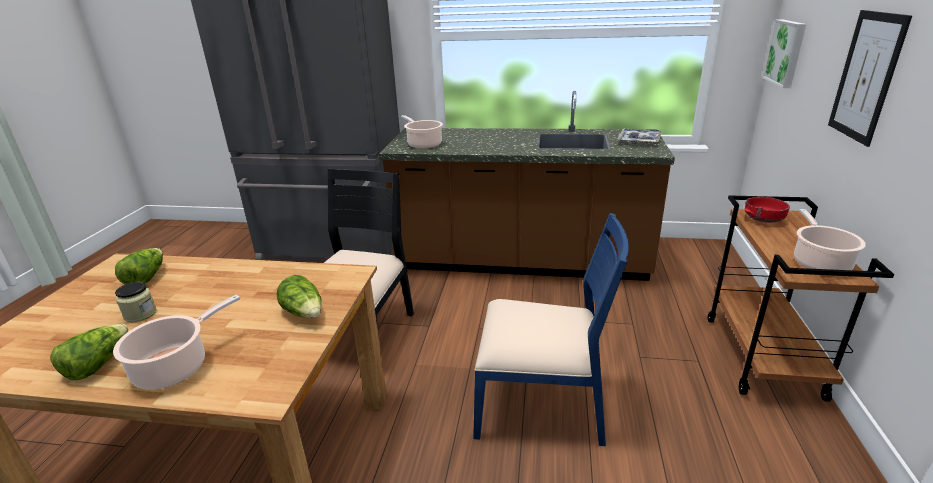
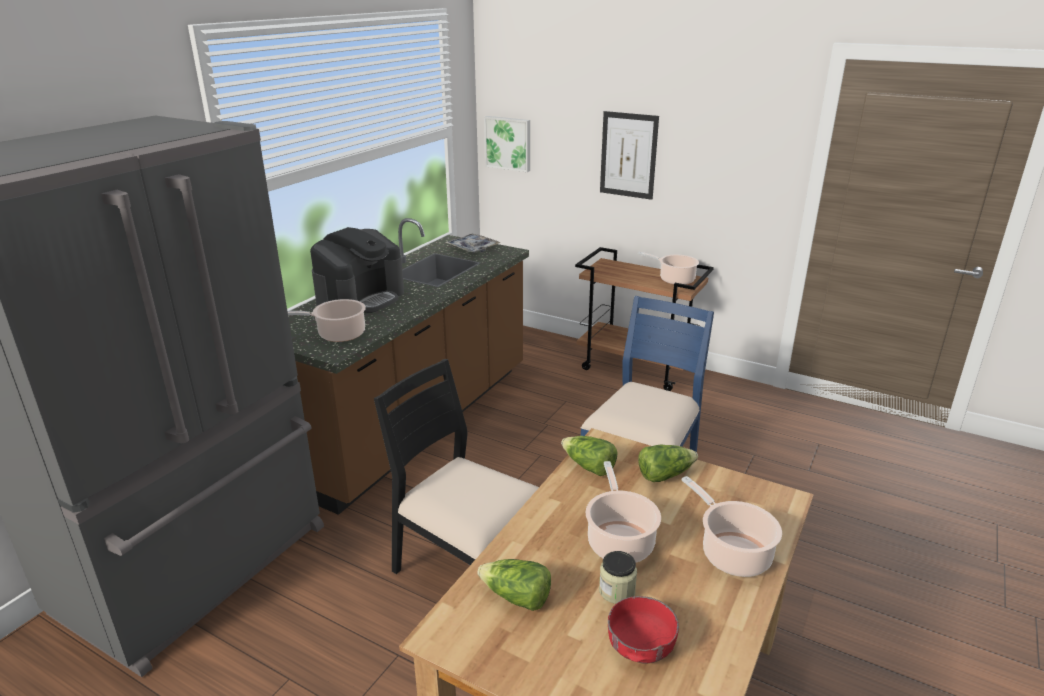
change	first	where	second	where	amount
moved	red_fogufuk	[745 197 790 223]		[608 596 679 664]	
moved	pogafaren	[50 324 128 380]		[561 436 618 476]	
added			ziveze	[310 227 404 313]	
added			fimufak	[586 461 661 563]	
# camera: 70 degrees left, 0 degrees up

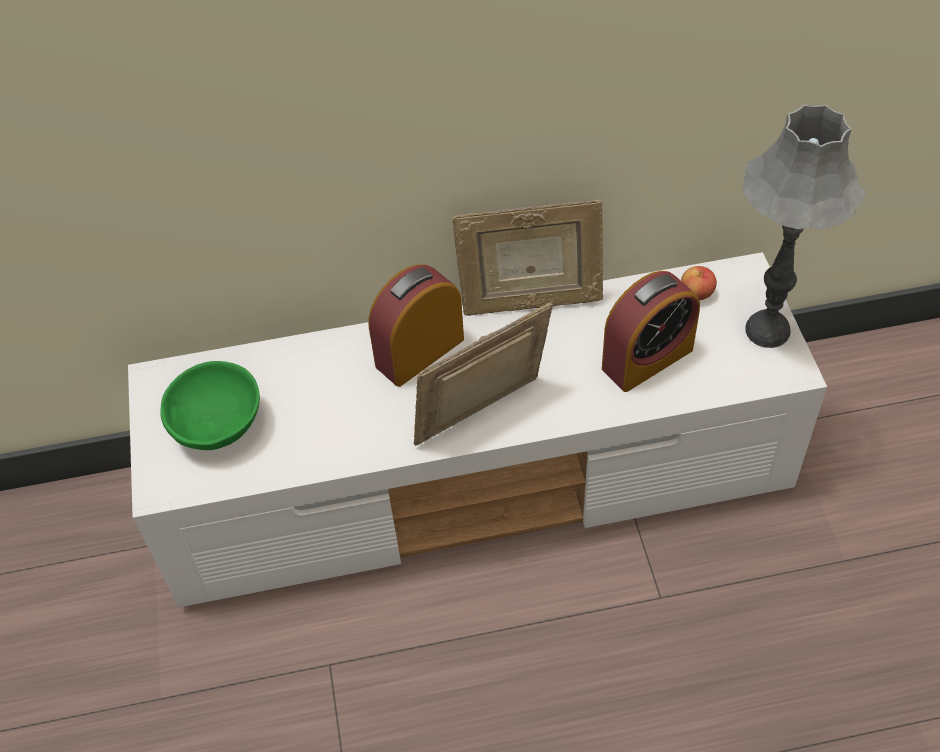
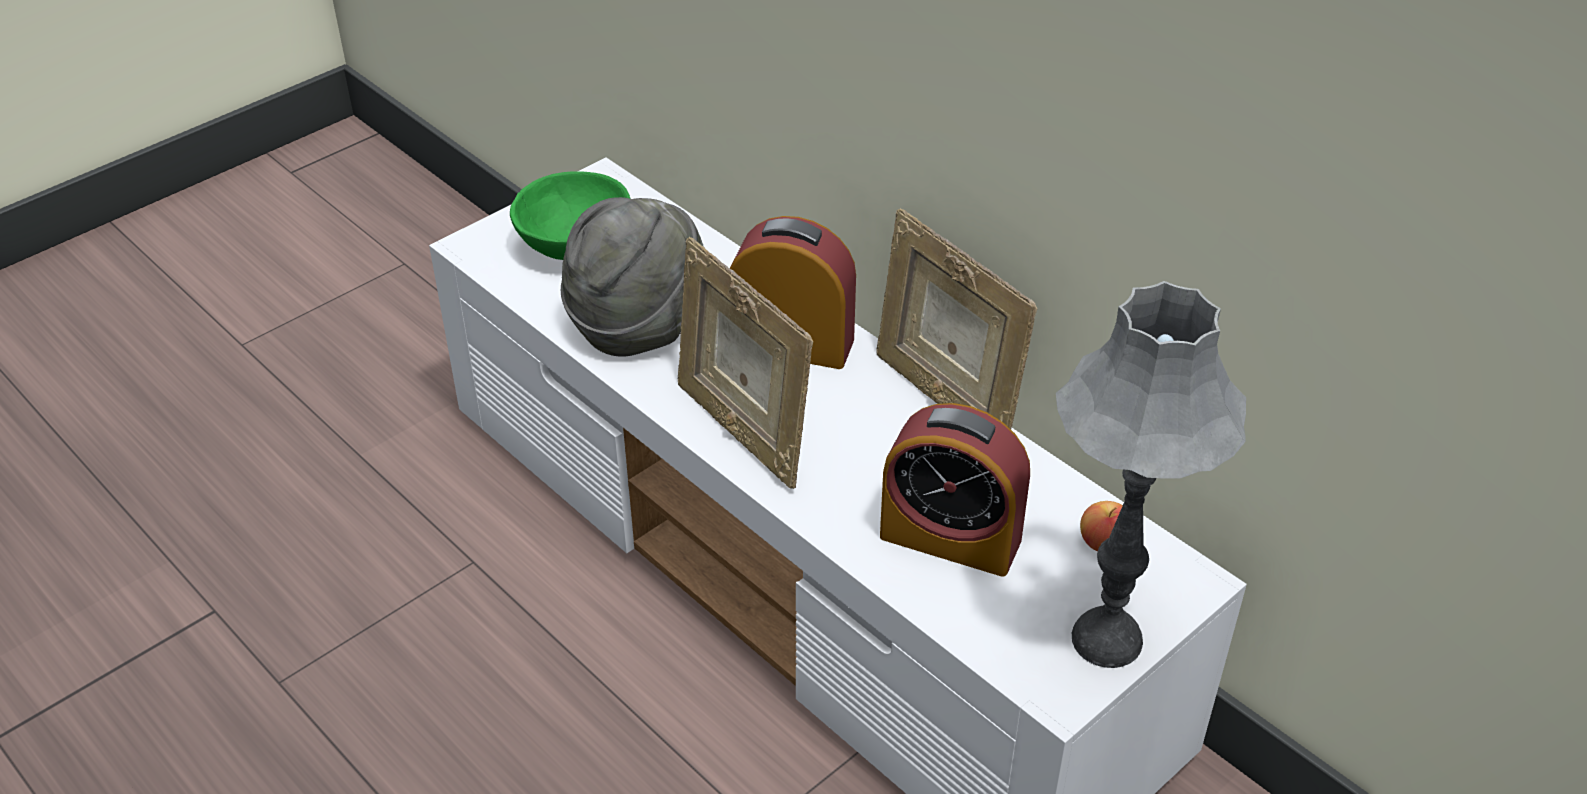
change	first	where	second	where	amount
turned	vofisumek	[414 303 553 446]		[678 237 813 489]	150 degrees counterclockwise
added			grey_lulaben	[561 197 703 356]	
# camera: 55 degrees right, 10 degrees down

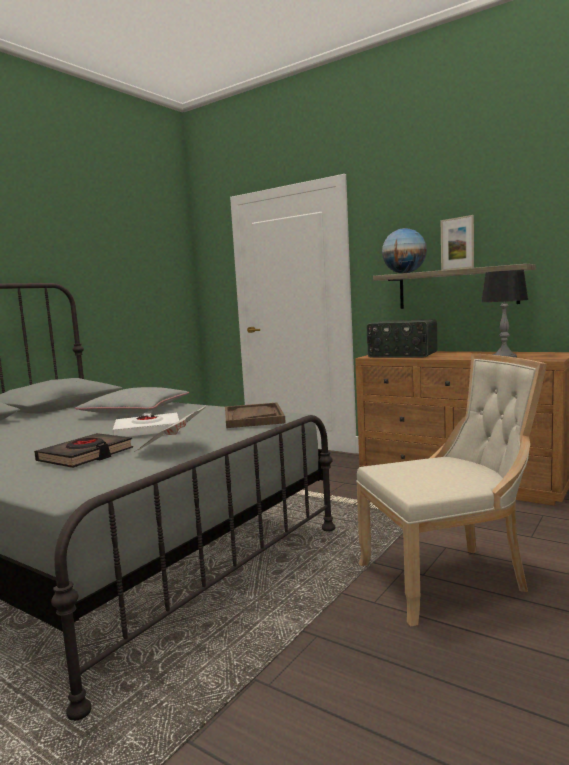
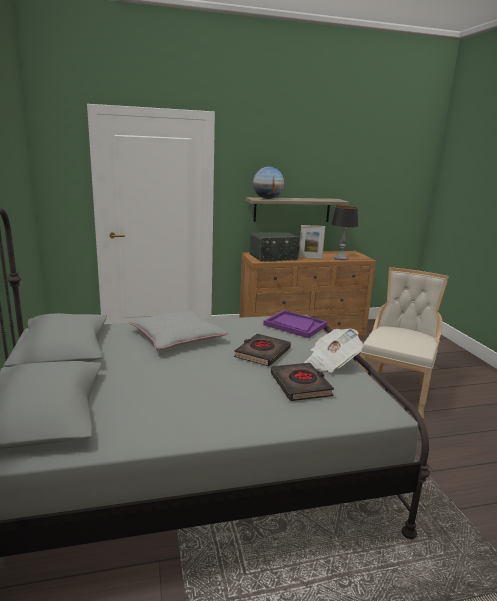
change	first	where	second	where	amount
moved	vofisumek	[441 215 474 270]		[299 225 325 259]	
recoloured	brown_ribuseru	[225 402 286 428]	purple_ribuseru	[263 310 327 338]	
recoloured	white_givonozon	[113 413 180 437]	black_givonozon	[234 334 291 366]	
# camera: 50 degrees left, 10 degrees up

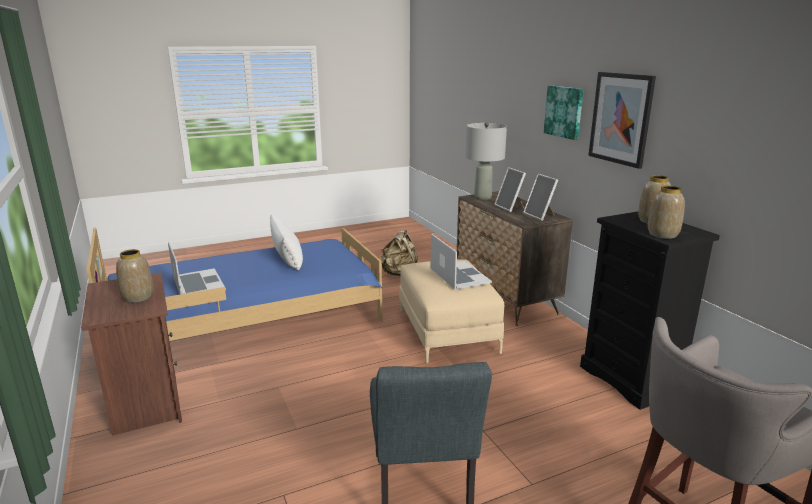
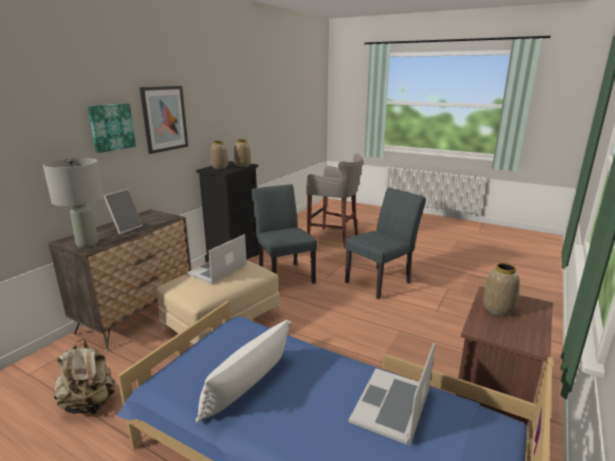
change	first	where	second	where	amount
removed	vofisumek	[523 174 558 221]			
added			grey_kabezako	[251 184 317 284]	
# camera: 125 degrees left, 0 degrees up

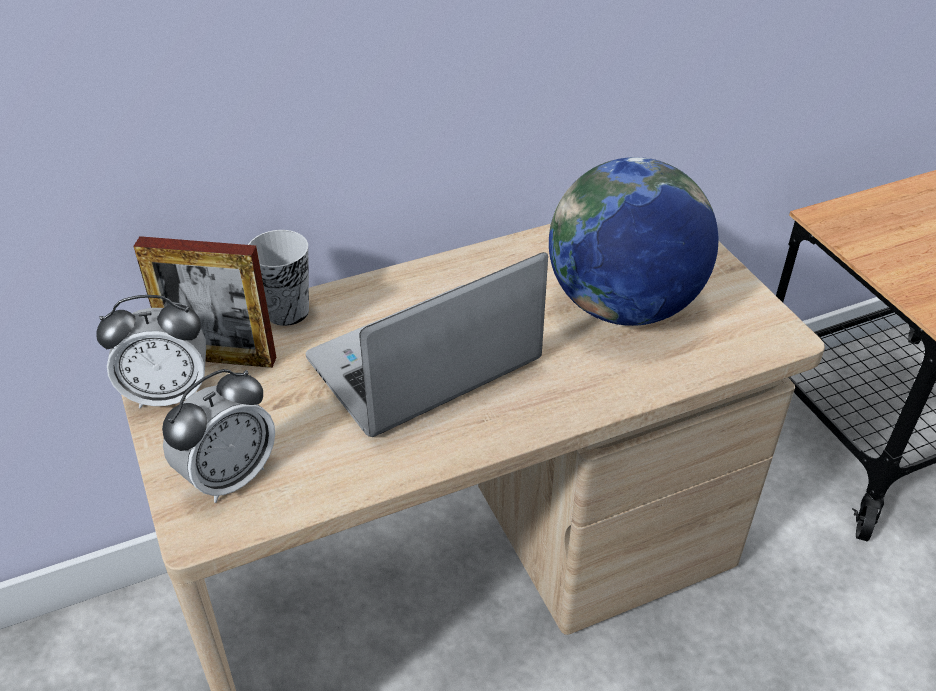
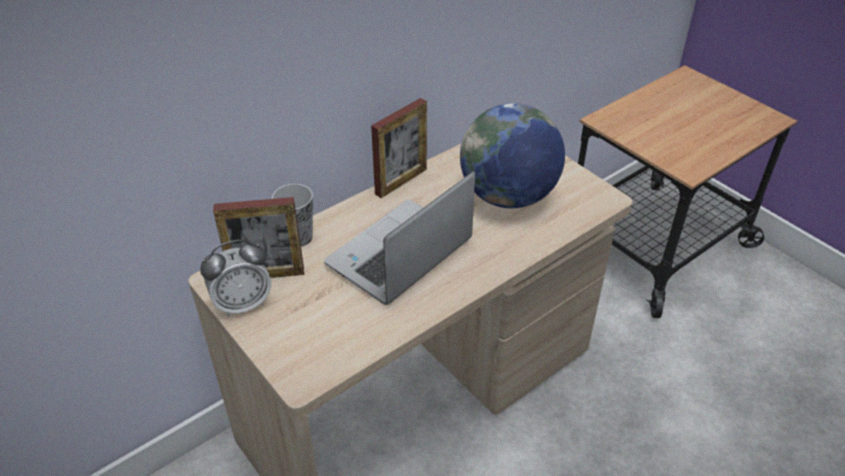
change	first	where	second	where	amount
removed	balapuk	[162 369 275 503]			
added			vofisumek	[371 98 427 198]	
# camera: 15 degrees left, 0 degrees up

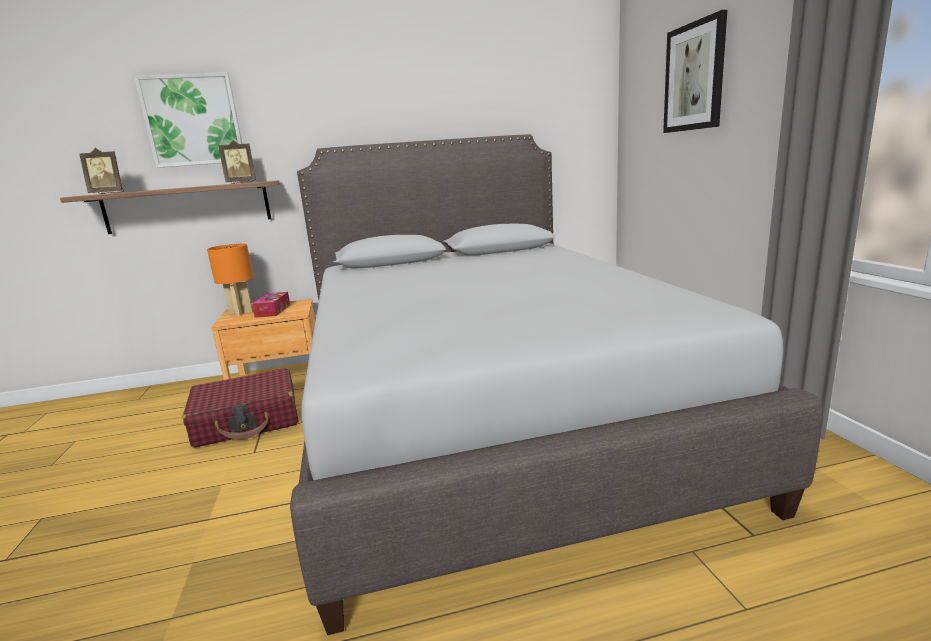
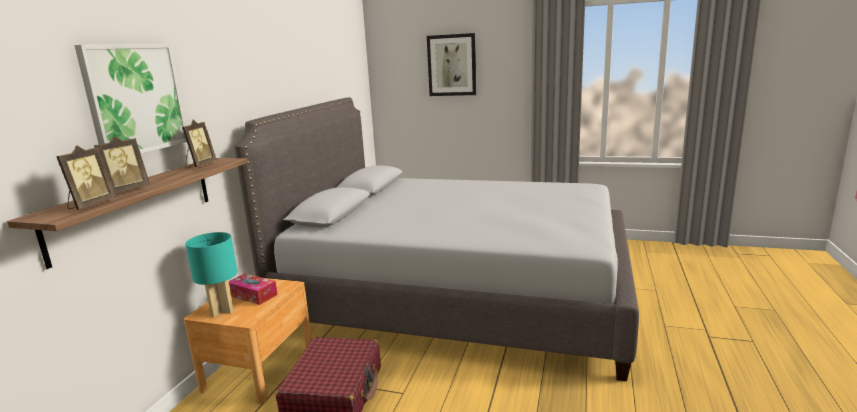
change	first	where	second	where	amount
recoloured	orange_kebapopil	[207 244 254 316]	turquoise_kebapopil	[185 232 237 317]	
added			vofisumek	[94 136 150 193]	
# camera: 60 degrees left, 0 degrees up

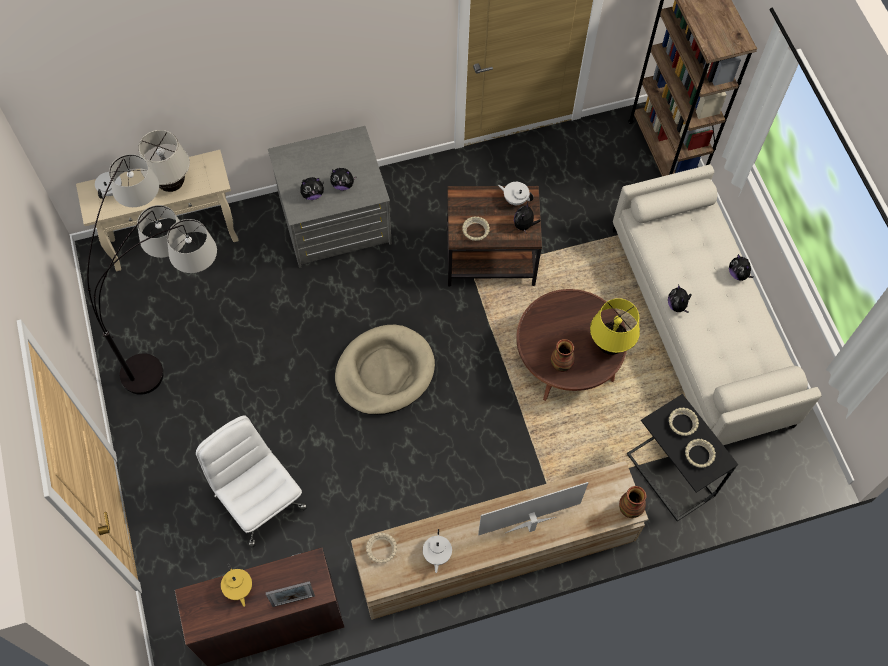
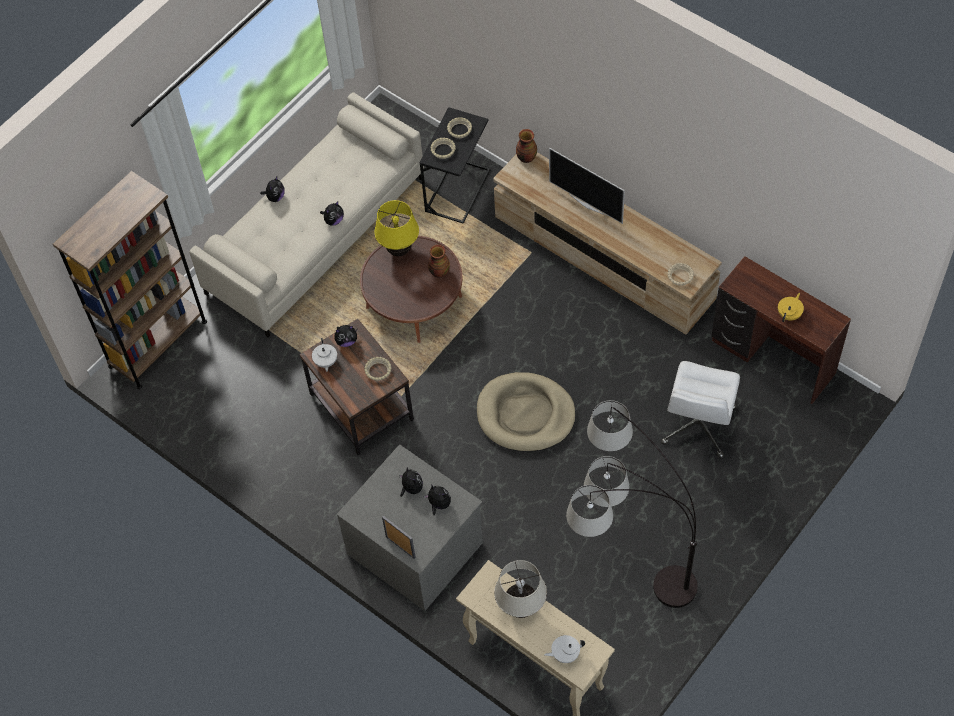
change	first	where	second	where	amount
removed	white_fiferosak	[423 529 452 573]			
moved	vofisumek	[266 581 315 607]		[382 516 416 559]	
# camera: 120 degrees left, 5 degrees down

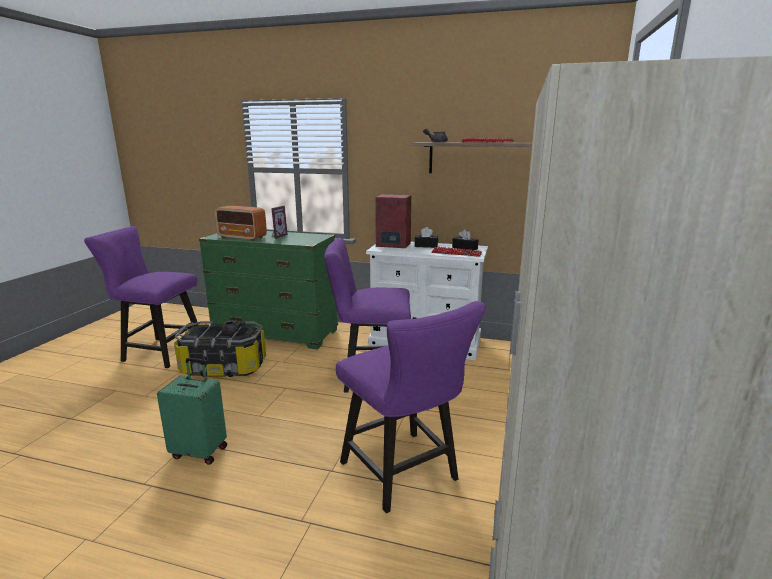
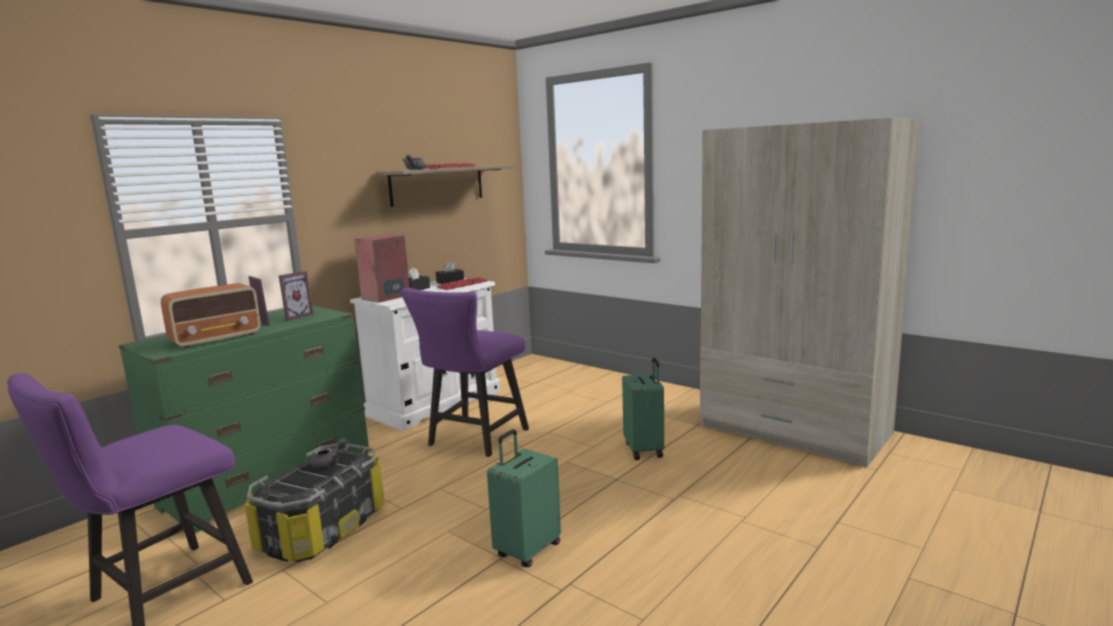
change	first	where	second	where	amount
replaced	purple_kabezako	[336 301 486 513]	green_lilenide	[622 358 664 460]	
added			vofisumek	[279 271 314 321]	
# camera: 65 degrees left, 5 degrees down

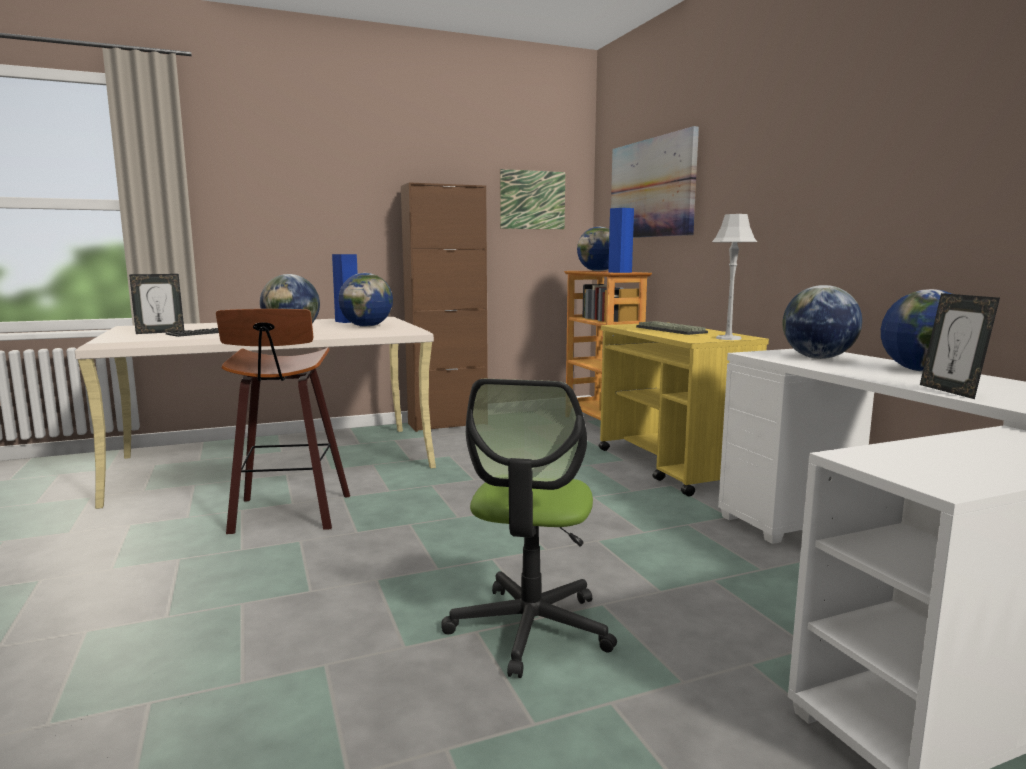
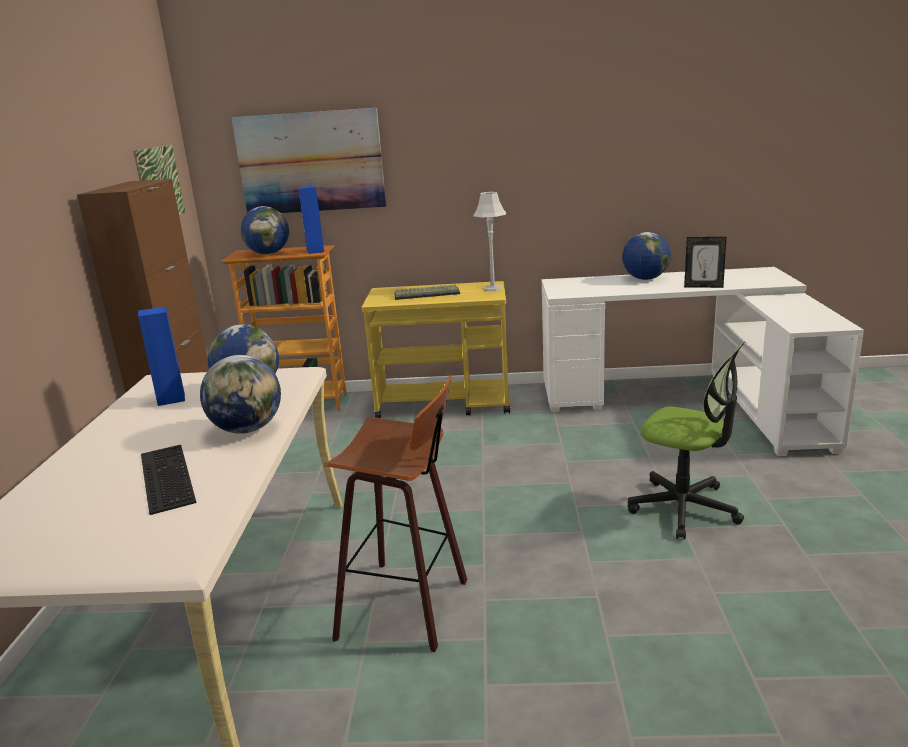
change	first	where	second	where	amount
removed	vofisumek	[129 274 184 334]			
removed	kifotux	[783 285 862 359]			
# camera: 65 degrees left, 10 degrees up

